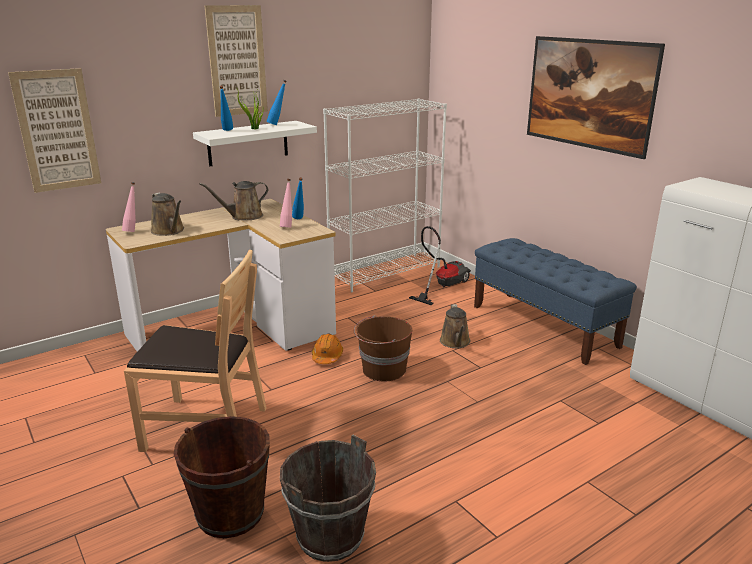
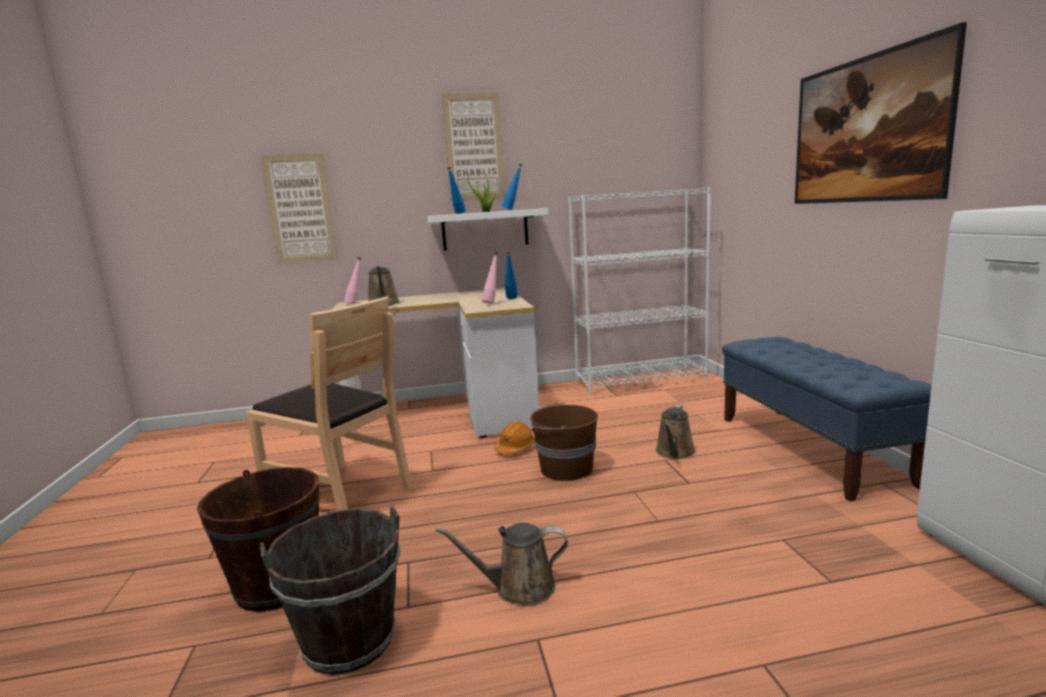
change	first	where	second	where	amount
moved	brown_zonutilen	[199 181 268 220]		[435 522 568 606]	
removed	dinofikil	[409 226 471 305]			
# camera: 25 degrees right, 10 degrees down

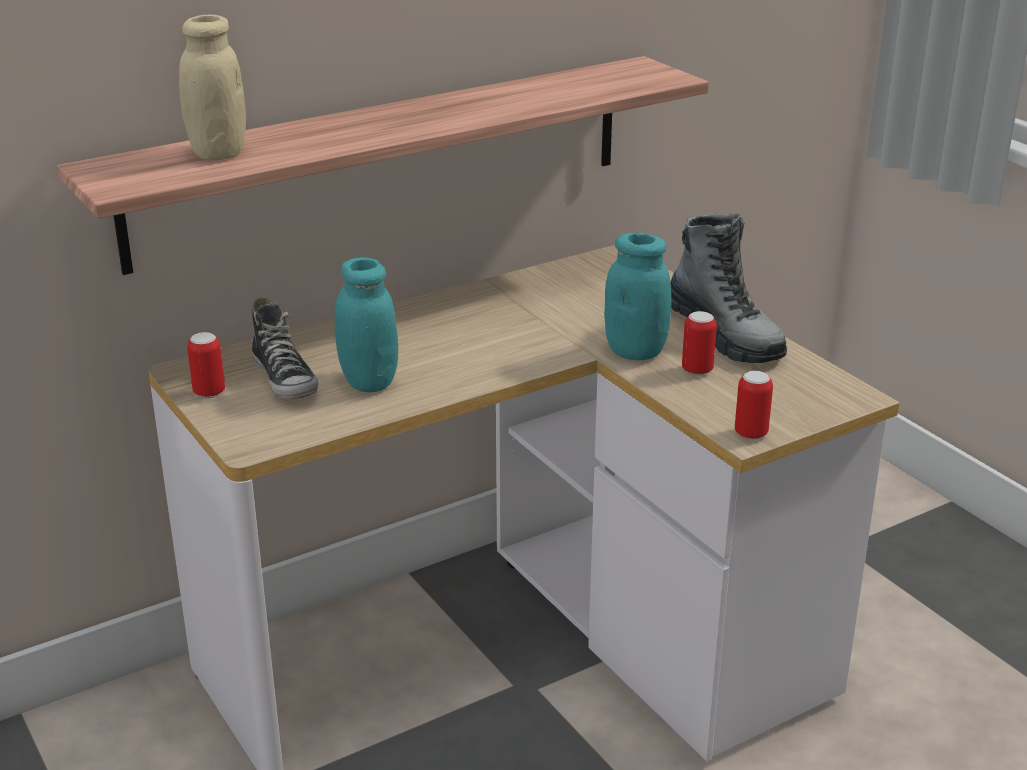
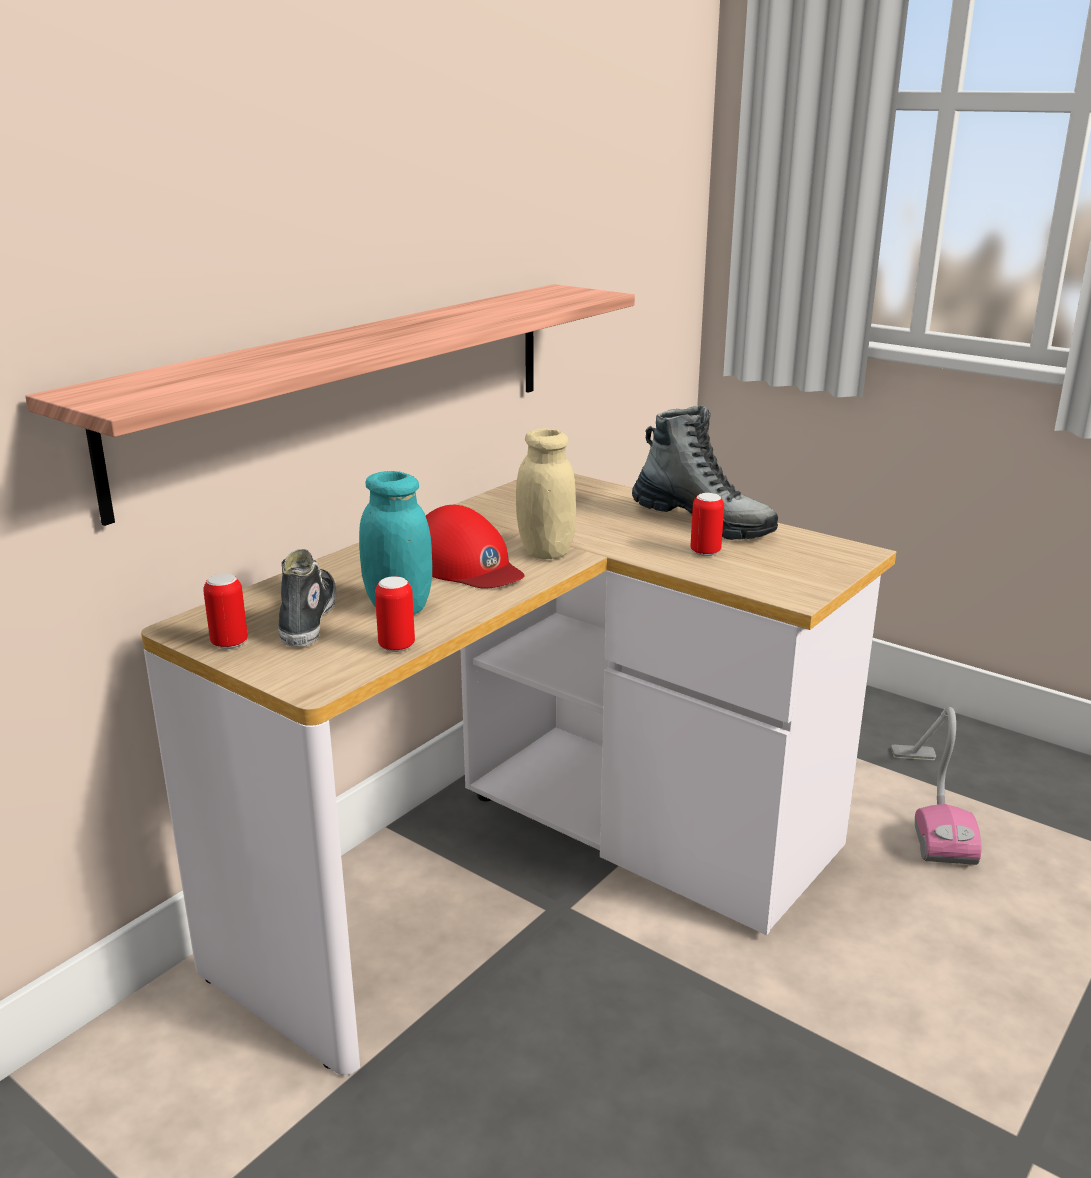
change	first	where	second	where	amount
moved	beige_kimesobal	[179 15 246 160]		[516 428 576 559]	
removed	turquoise_kimesobal	[604 233 671 360]			
turned	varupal	[252 298 318 399]		[278 549 336 647]	135 degrees counterclockwise
moved	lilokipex	[735 371 773 439]		[375 576 415 652]	
added			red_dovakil	[426 505 525 589]	
added			dinofikil	[891 707 982 865]	
# camera: 20 degrees left, 5 degrees down

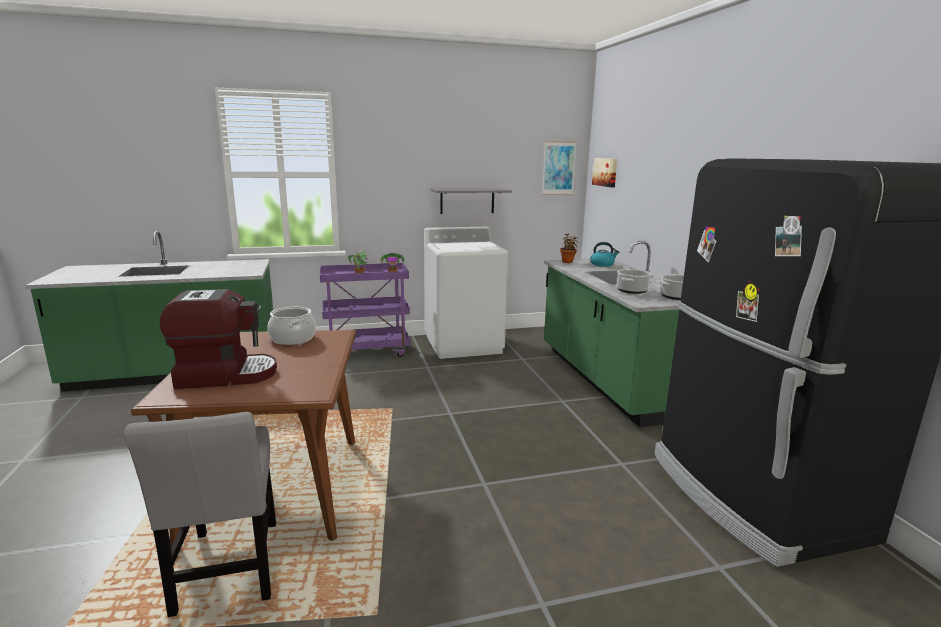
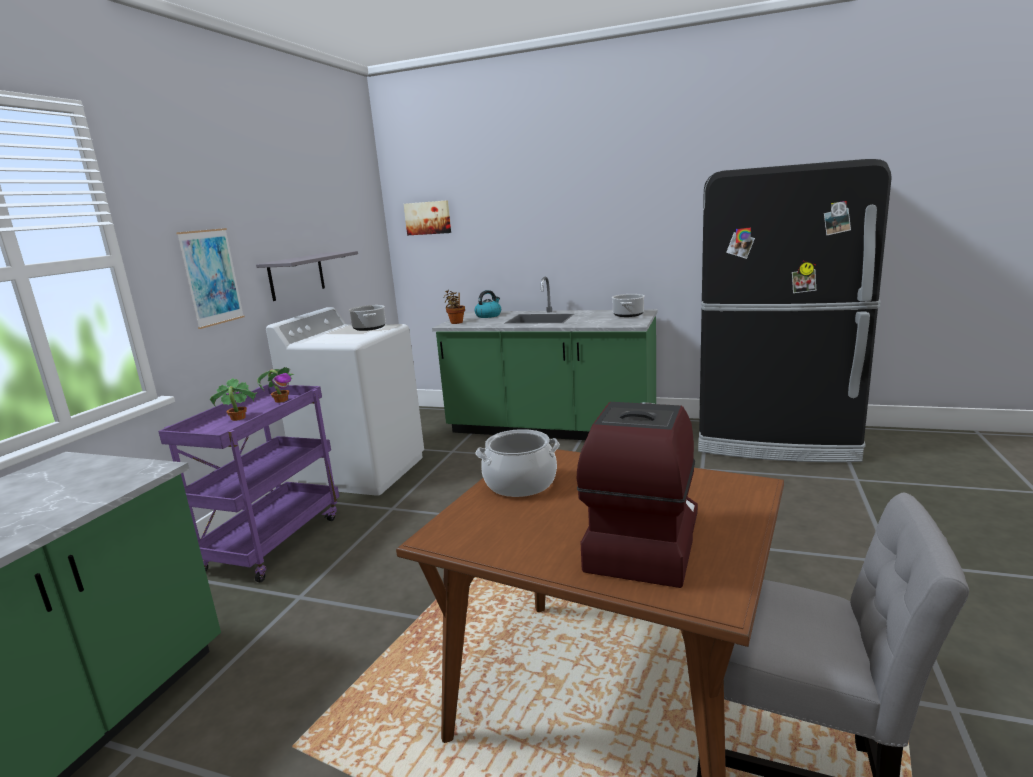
change	first	where	second	where	amount
moved	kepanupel	[542 141 577 195]		[176 228 245 329]	
moved	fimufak	[617 269 651 294]		[349 305 386 331]	
# camera: 55 degrees left, 0 degrees up

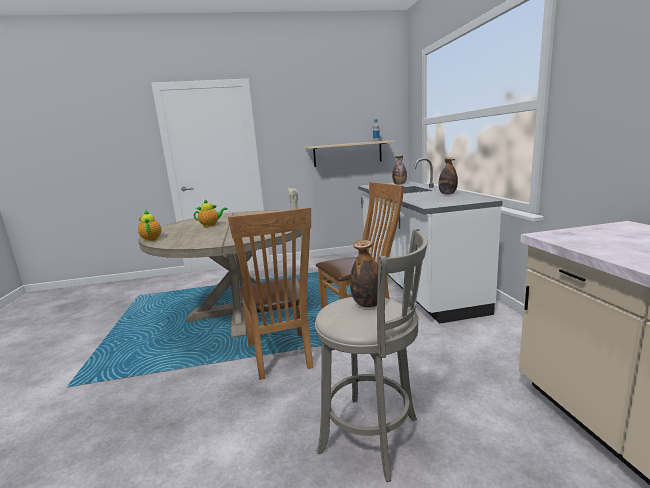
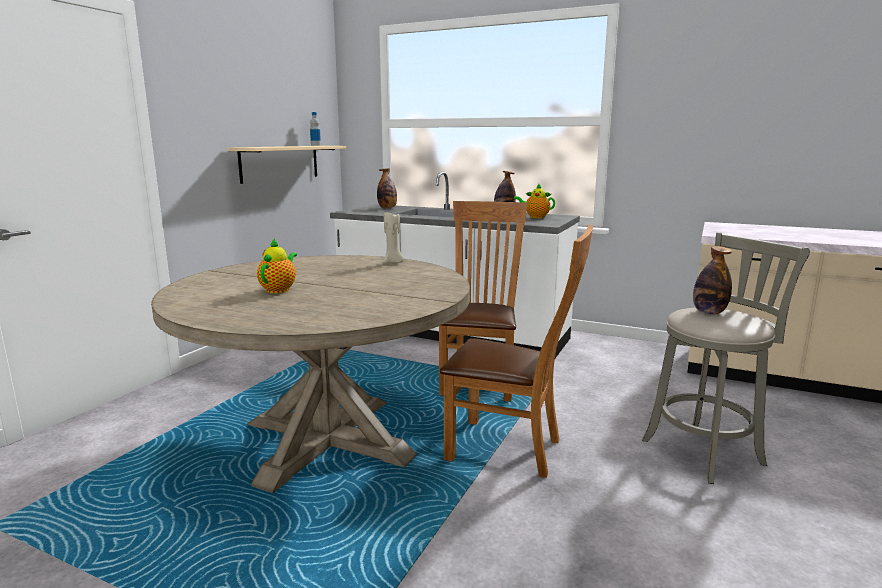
change	first	where	second	where	amount
moved	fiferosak	[138 210 161 241]		[513 183 555 218]	
# camera: 55 degrees left, 0 degrees up

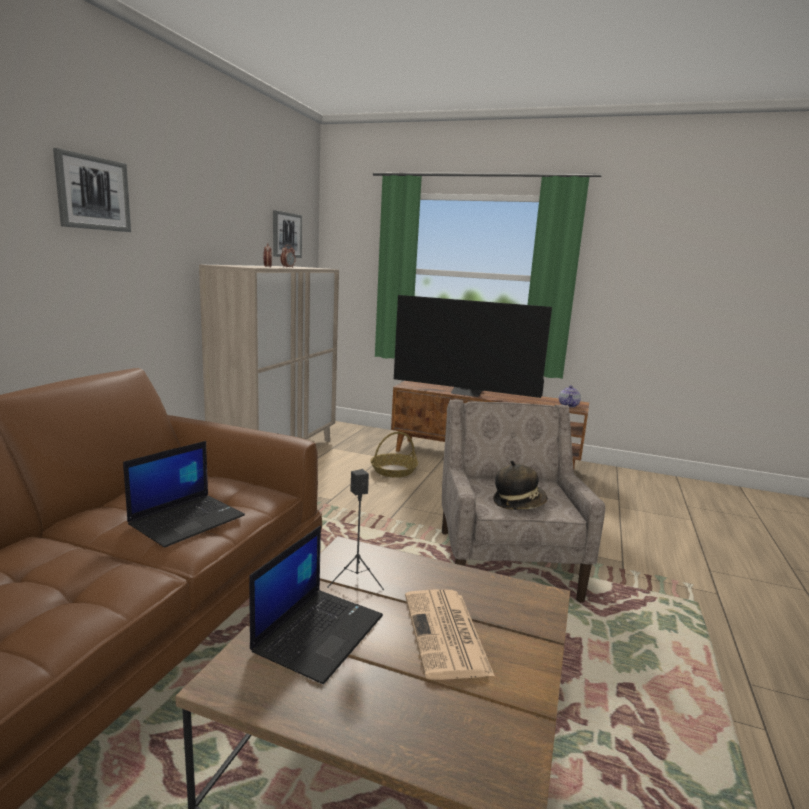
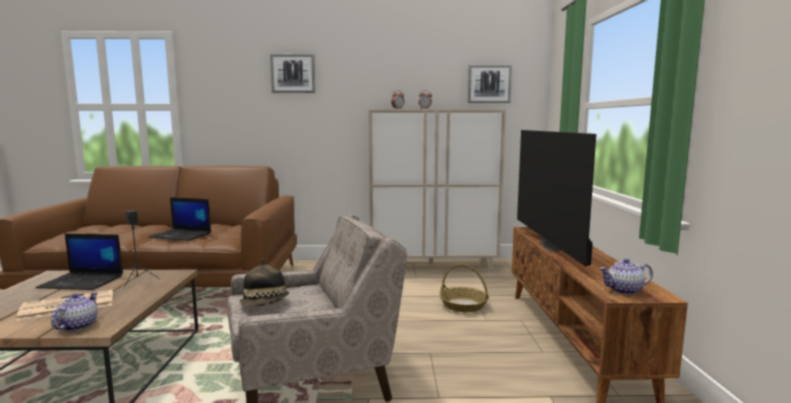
change	first	where	second	where	amount
added			fiferosak	[51 292 98 331]	
# camera: 70 degrees right, 5 degrees down

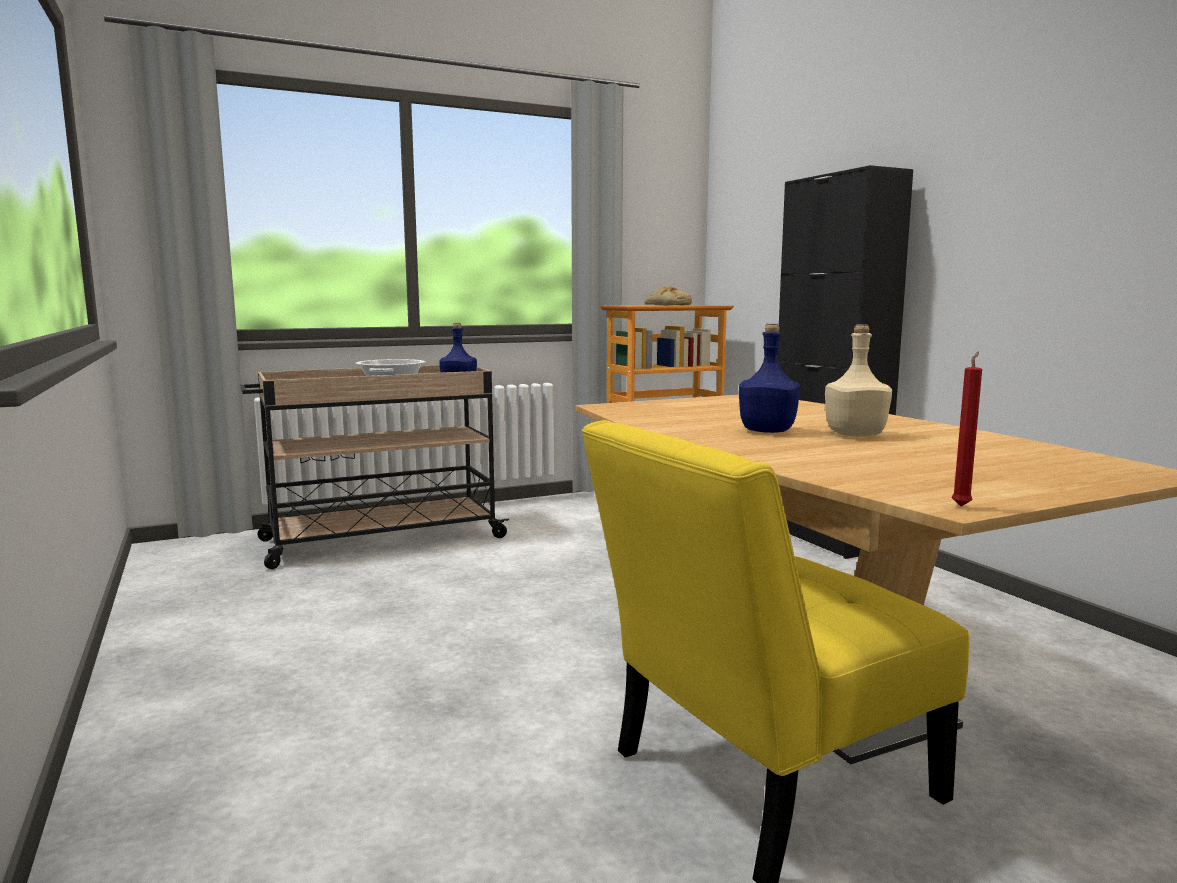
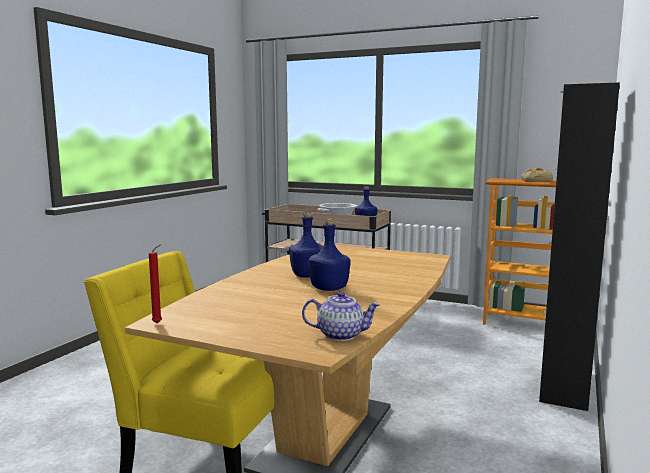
change	first	where	second	where	amount
recoloured	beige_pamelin	[825 324 892 437]	blue_pamelin	[308 219 351 291]	
added			fiferosak	[302 291 380 341]	
# camera: 50 degrees right, 0 degrees up

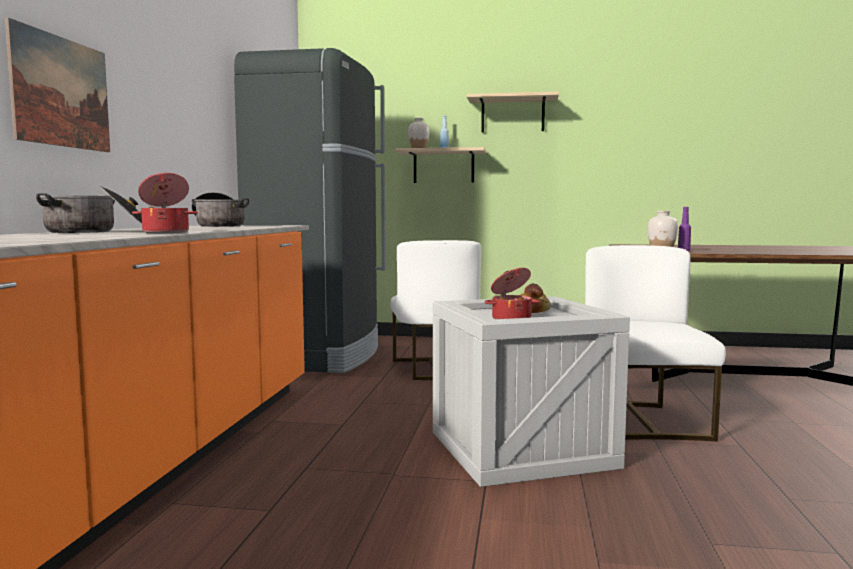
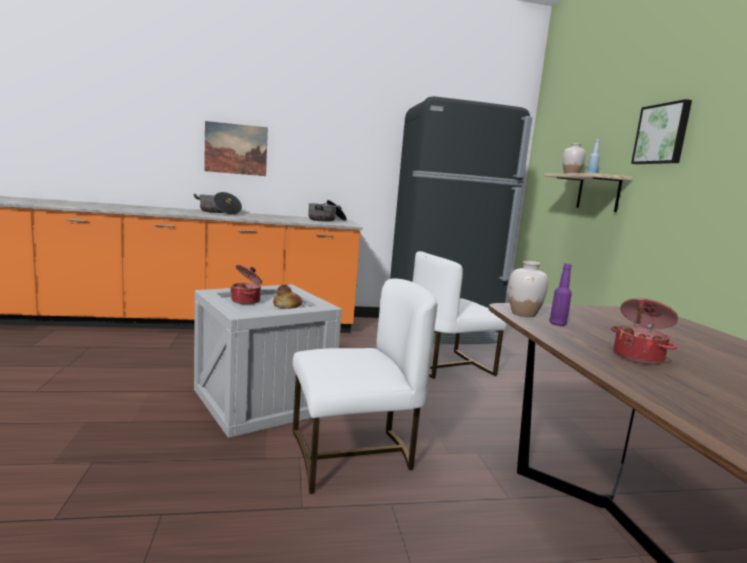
change	first	where	second	where	amount
replaced	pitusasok	[467 91 559 132]	kepanupel	[631 99 692 164]	
moved	fimufak	[132 173 198 233]		[611 298 678 364]	
# camera: 70 degrees right, 5 degrees up

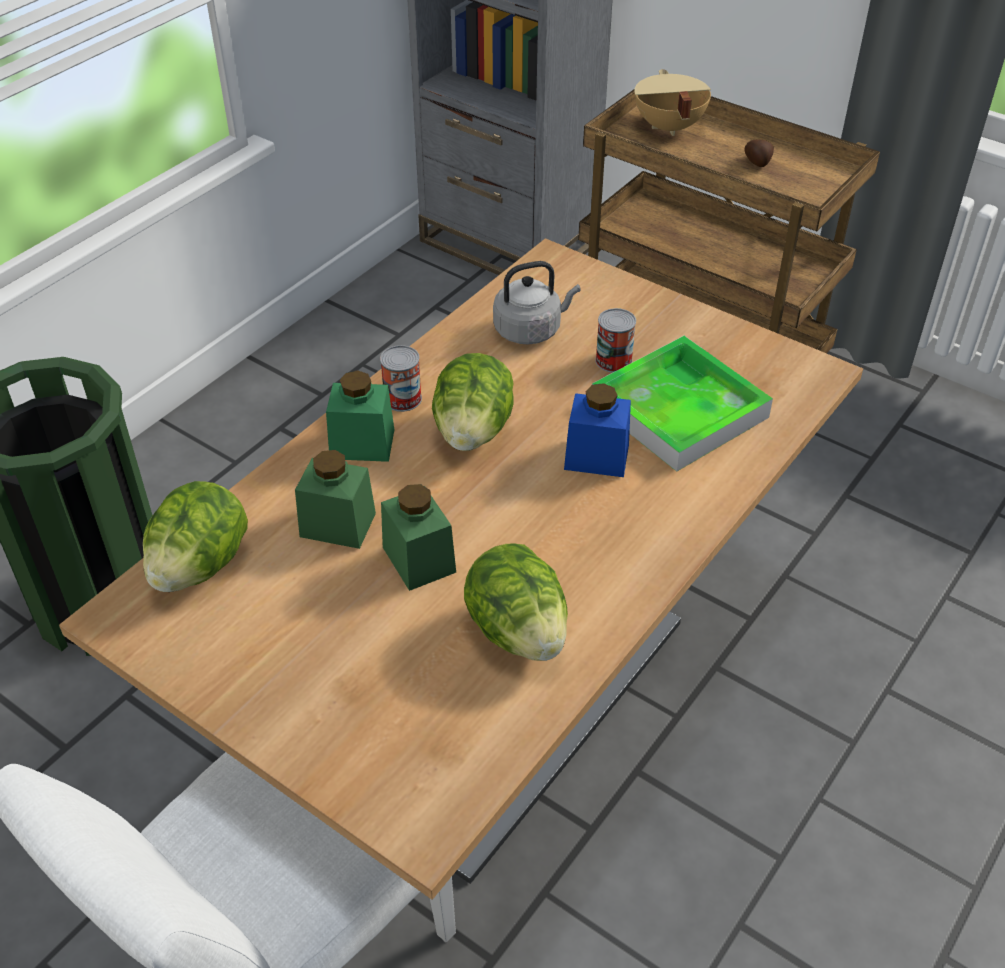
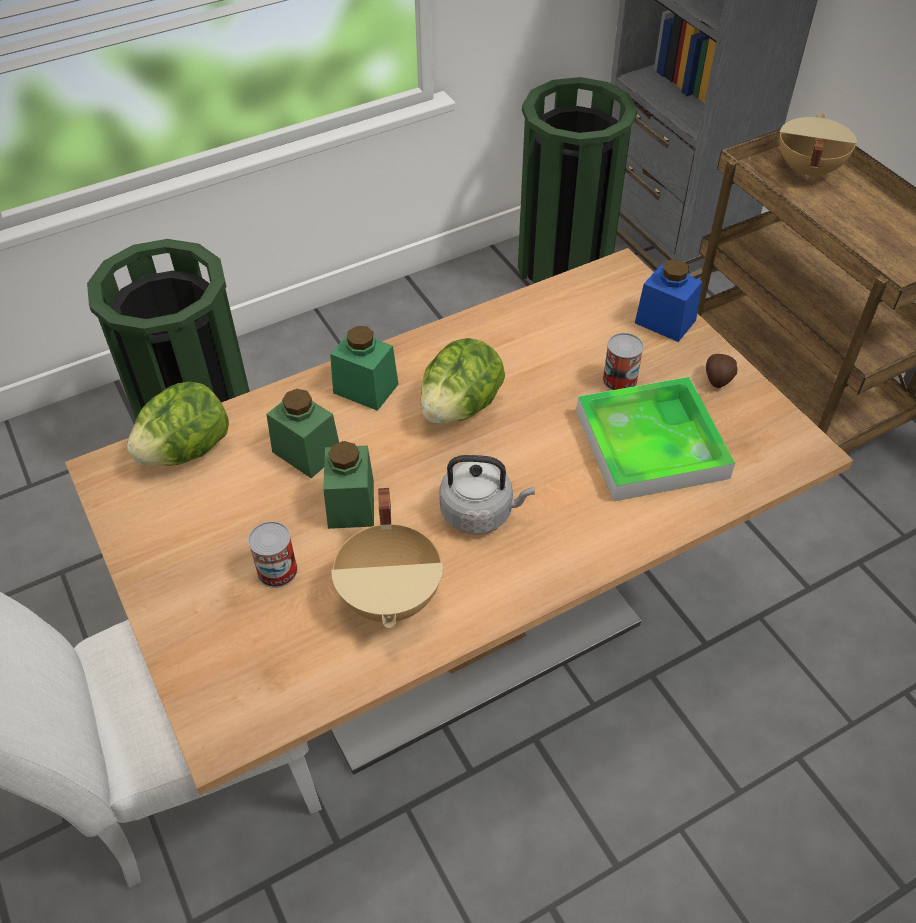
change	first	where	second	where	amount
moved	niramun	[745 139 774 167]		[706 354 738 388]	
moved	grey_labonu	[493 261 581 345]		[439 455 535 534]	
moved	lilokipex	[380 345 422 412]		[248 521 298 588]	
moved	blue_kimesobal	[564 383 631 477]		[635 259 703 342]	
replaced	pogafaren	[464 543 568 661]	beige_fimufak	[331 488 443 628]	
added			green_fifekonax	[518 77 637 284]	
# camera: 25 degrees right, 5 degrees up

